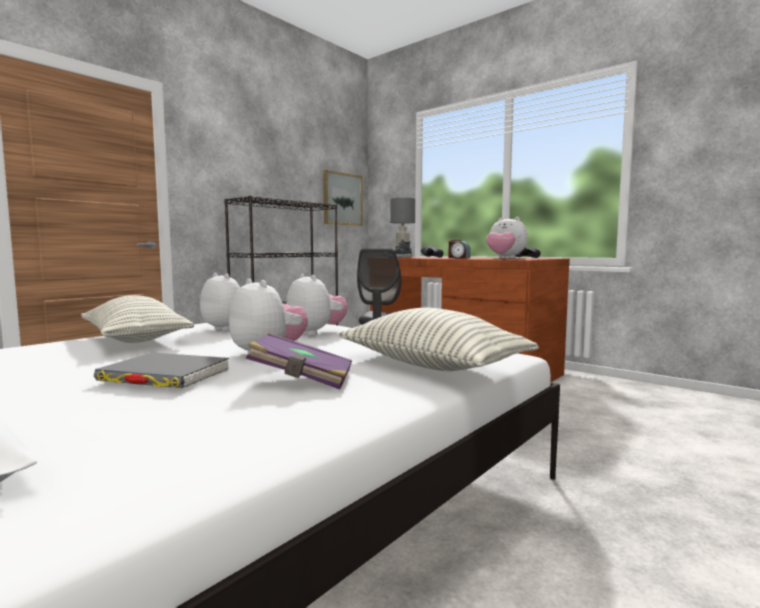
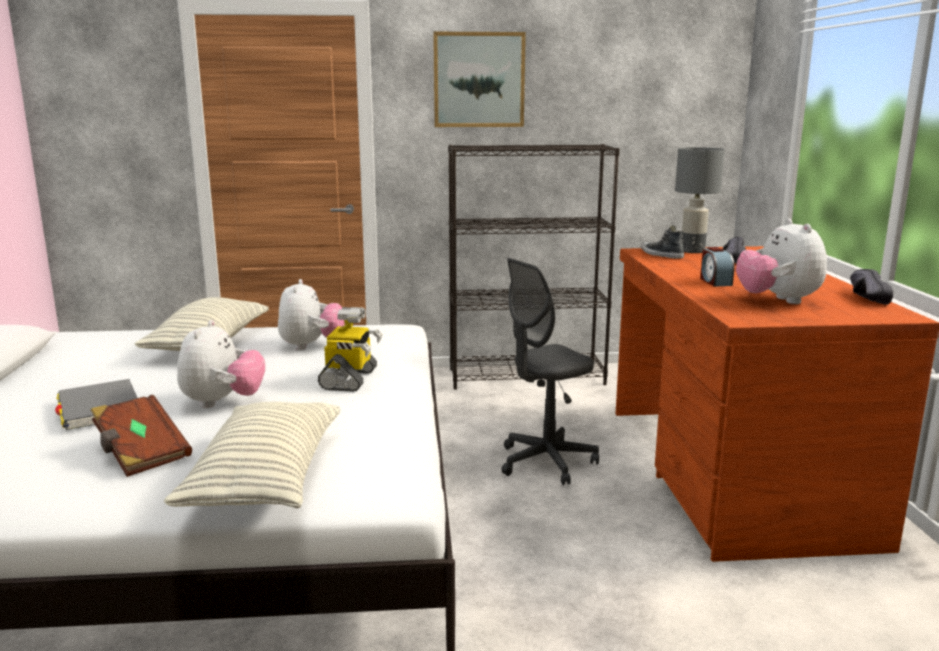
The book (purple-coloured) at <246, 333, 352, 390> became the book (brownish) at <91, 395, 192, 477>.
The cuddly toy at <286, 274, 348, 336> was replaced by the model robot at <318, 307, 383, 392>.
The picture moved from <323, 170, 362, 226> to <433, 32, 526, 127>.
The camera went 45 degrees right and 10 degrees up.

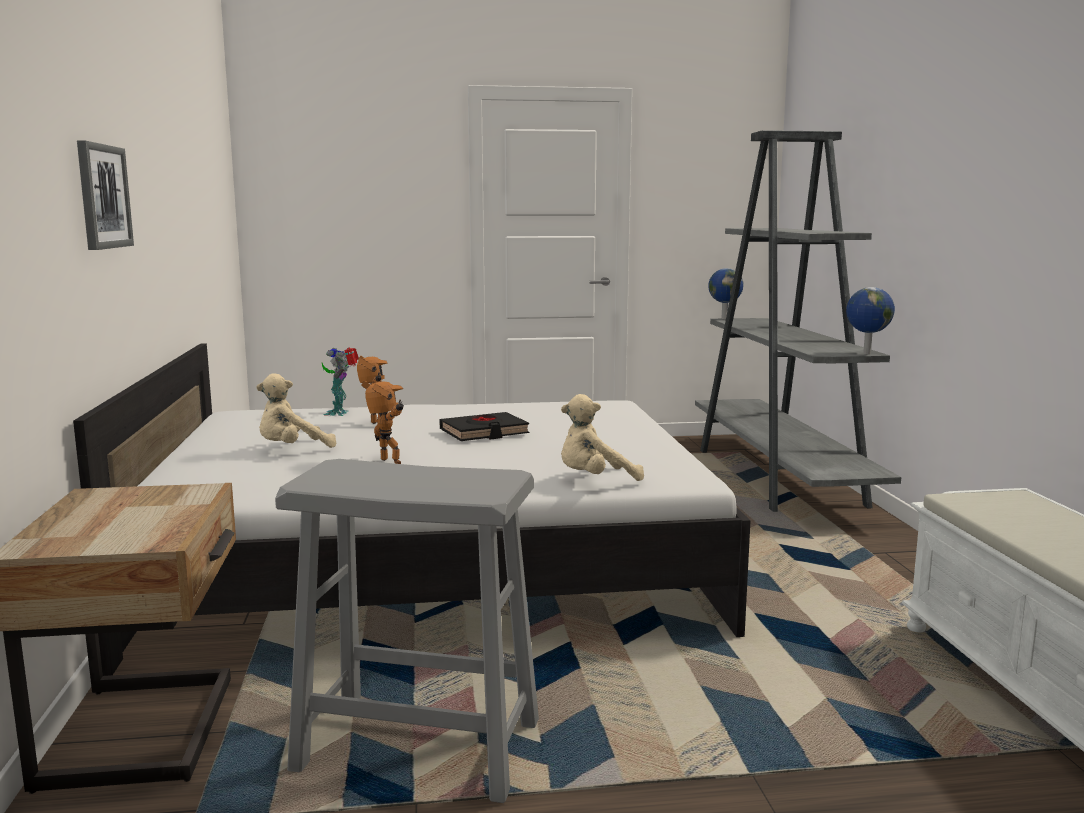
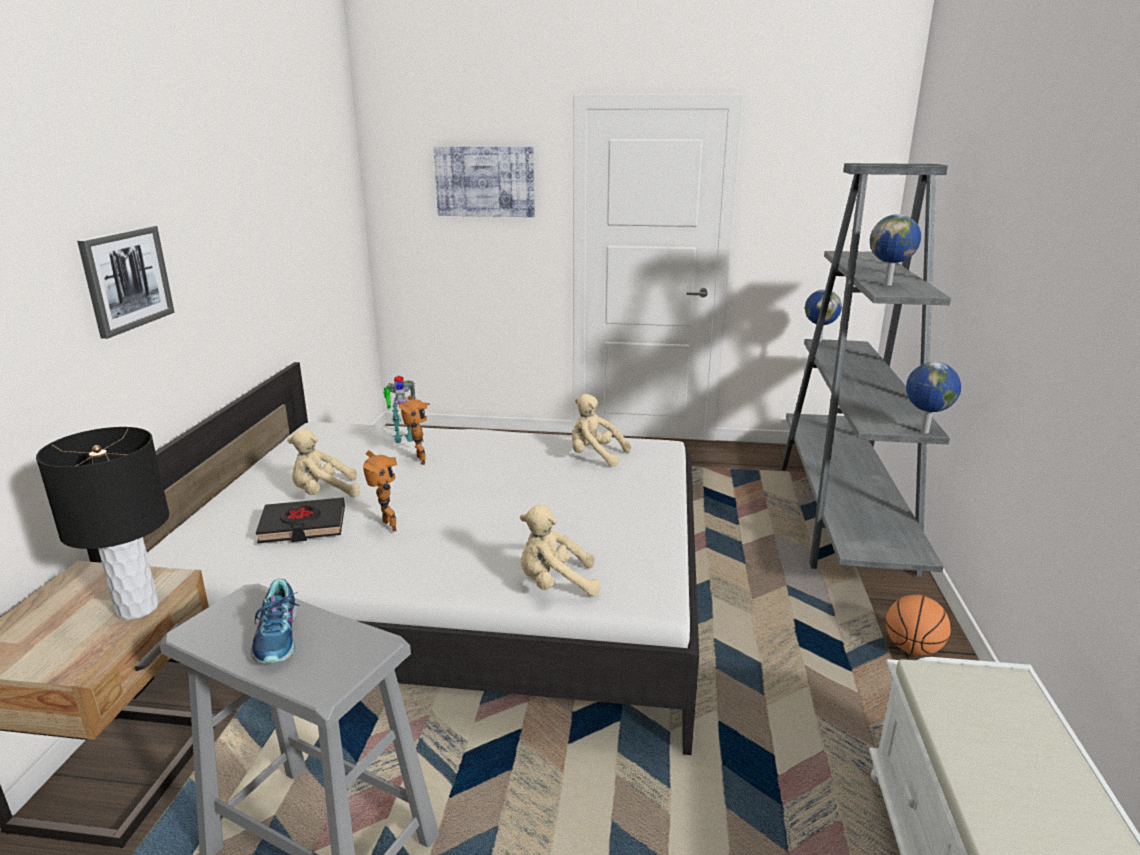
The model robot at <322, 347, 359, 416> turned 120 degrees counterclockwise.
The book (black-coloured) moved from <440, 412, 529, 441> to <256, 497, 345, 543>.
The table lamp (black-coloured) at <36, 427, 169, 620> appeared.
The item of footwear at <251, 579, 300, 664> appeared.
The picture at <433, 146, 534, 217> appeared.
The cuddly toy (beige-coloured) at <572, 394, 631, 466> appeared.
The globe at <870, 214, 921, 286> appeared.
The ball for basketball at <886, 595, 951, 656> appeared.
The camera went 15 degrees right and 10 degrees up.

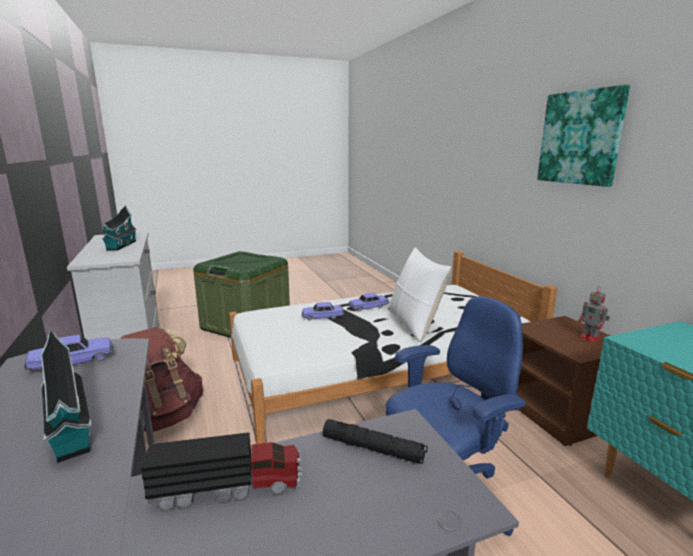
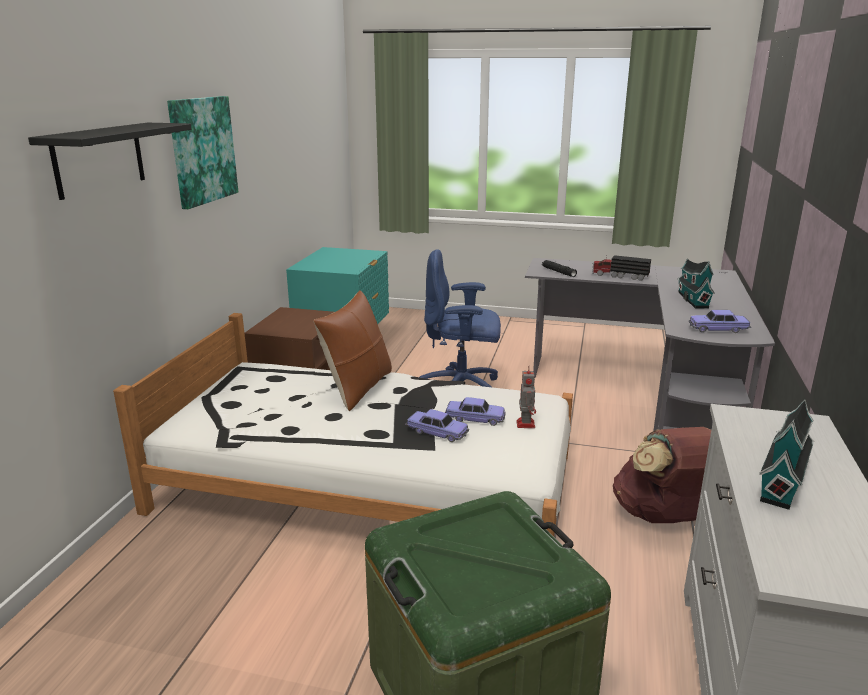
The toy car moved from <348, 293, 390, 312> to <445, 397, 506, 426>.
The pillow (whitish) at <389, 247, 452, 342> became the pillow (brownish) at <313, 290, 392, 411>.
The model robot moved from <579, 286, 610, 343> to <516, 371, 536, 428>.
The bracket shelf (black-coloured) at <28, 123, 191, 200> appeared.
The camera went 145 degrees left and 5 degrees up.

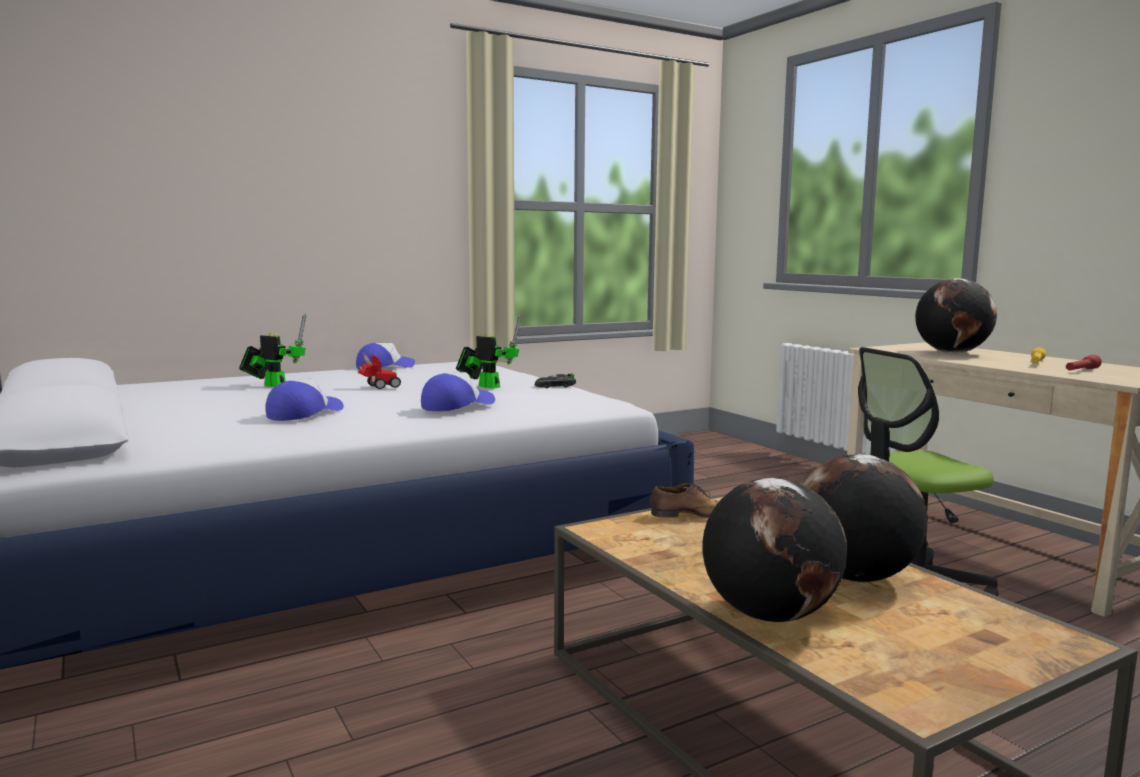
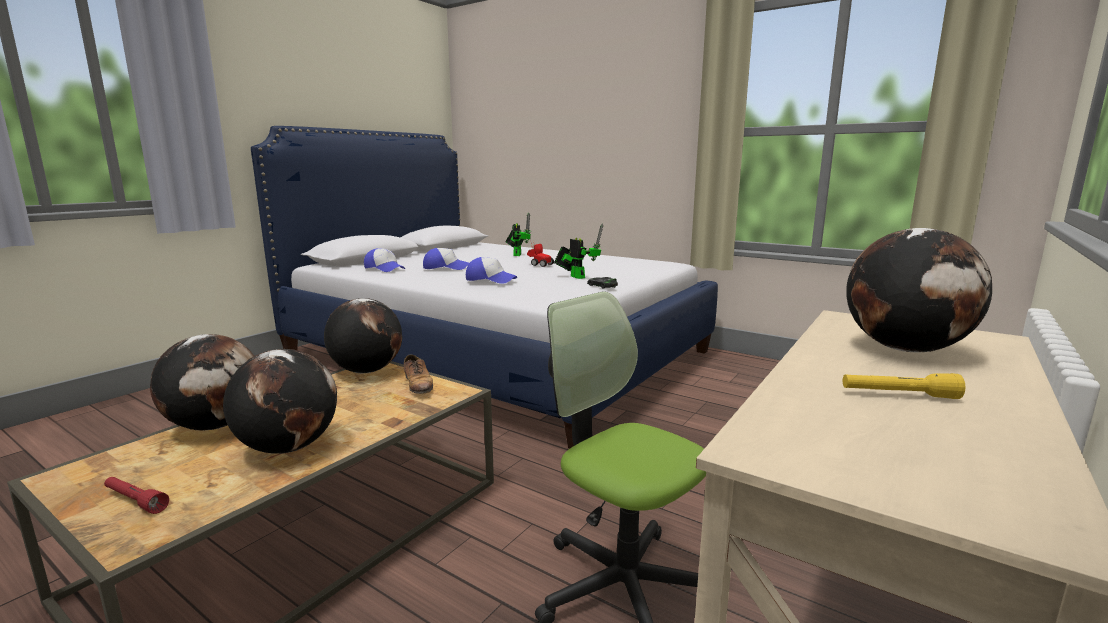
The baseball cap moved from <356, 343, 415, 369> to <364, 248, 405, 272>.
The model robot at <456, 314, 521, 389> turned 45 degrees counterclockwise.
The flashlight (red) moved from <1066, 355, 1102, 370> to <104, 477, 169, 514>.
The globe at <324, 298, 402, 373> appeared.
The camera went 65 degrees right and 5 degrees up.

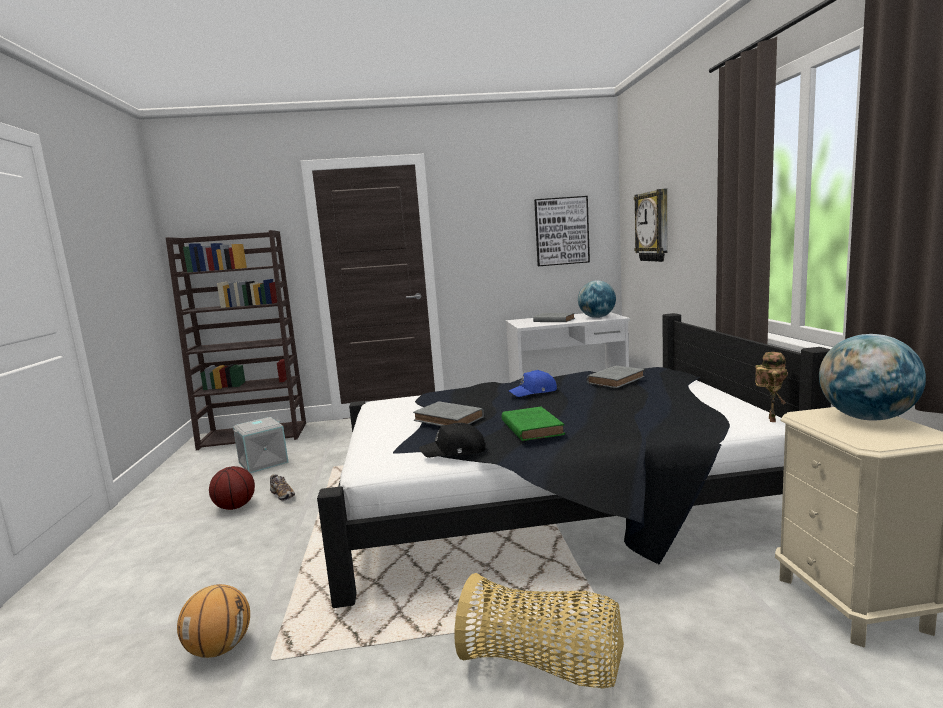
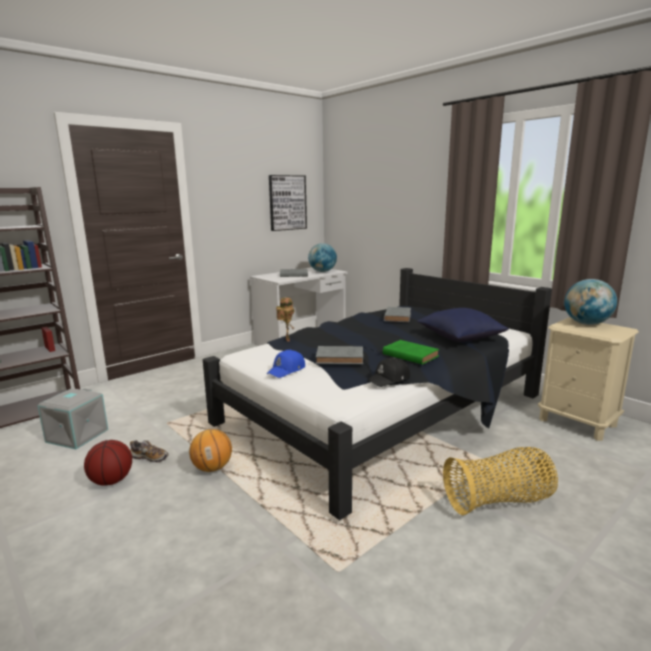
The ball for basketball moved from <177, 584, 250, 658> to <189, 429, 232, 472>.
The baseball cap (blue) moved from <509, 370, 557, 397> to <267, 350, 305, 378>.
The wall clock at <634, 188, 668, 262> disappeared.
The model robot moved from <755, 352, 788, 422> to <276, 297, 294, 342>.
The pillow (blue) at <417, 308, 509, 342> appeared.
The camera went 35 degrees left and 5 degrees up.

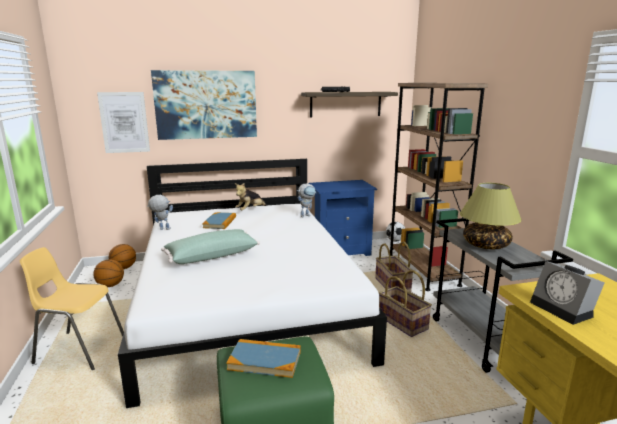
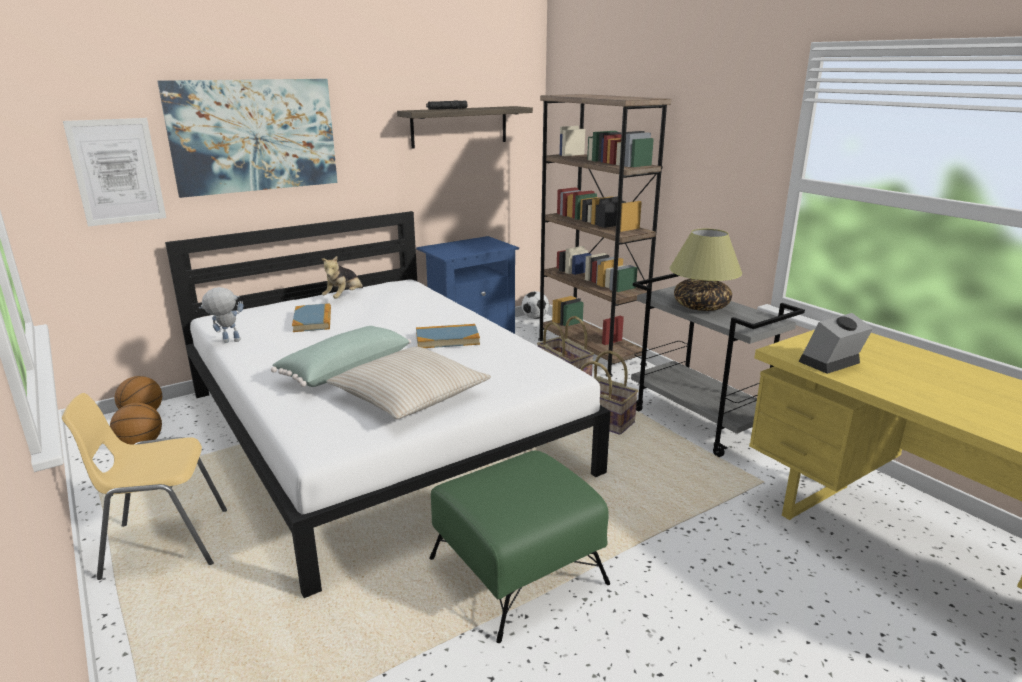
The book moved from <226, 339, 301, 378> to <416, 324, 480, 348>.
The model robot at <297, 183, 316, 217> disappeared.
The table clock at <530, 261, 604, 325> turned 105 degrees clockwise.
The pillow (beige-coloured) at <327, 347, 491, 419> appeared.
The camera went 20 degrees left and 5 degrees up.

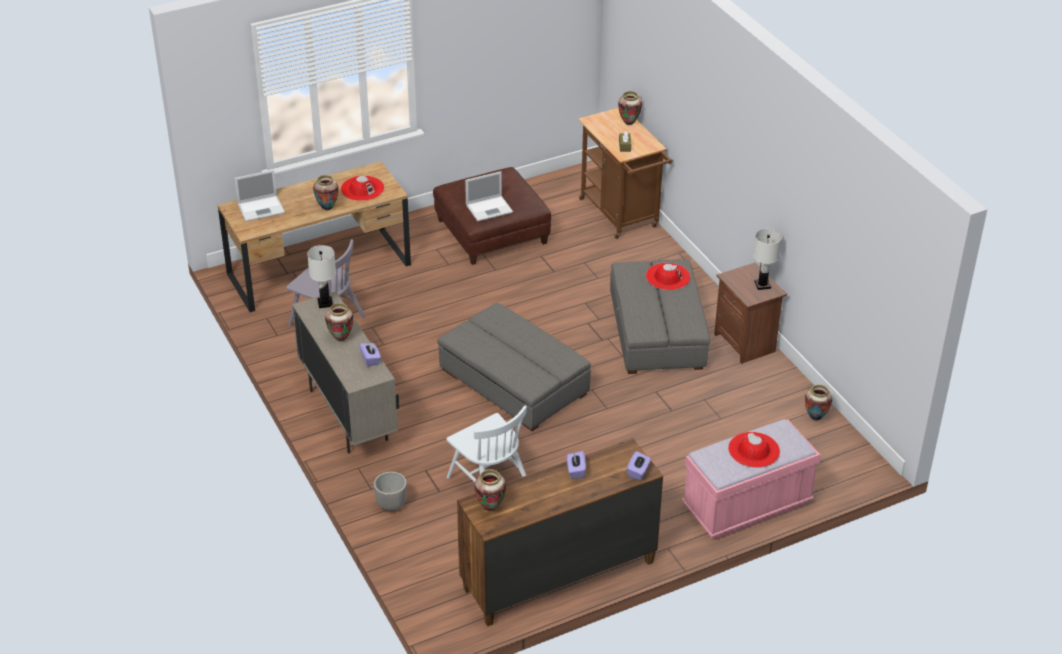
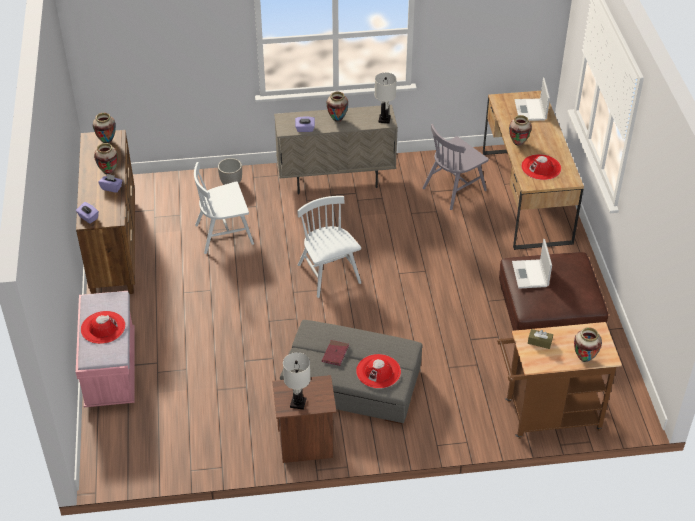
The footrest (grey) at <437, 303, 591, 431> was replaced by the plain chair (whitish) at <297, 196, 361, 298>.
The flower vase moved from <805, 384, 832, 421> to <94, 143, 118, 175>.
The book (red) at <322, 340, 349, 366> appeared.
The camera went 110 degrees right and 5 degrees up.

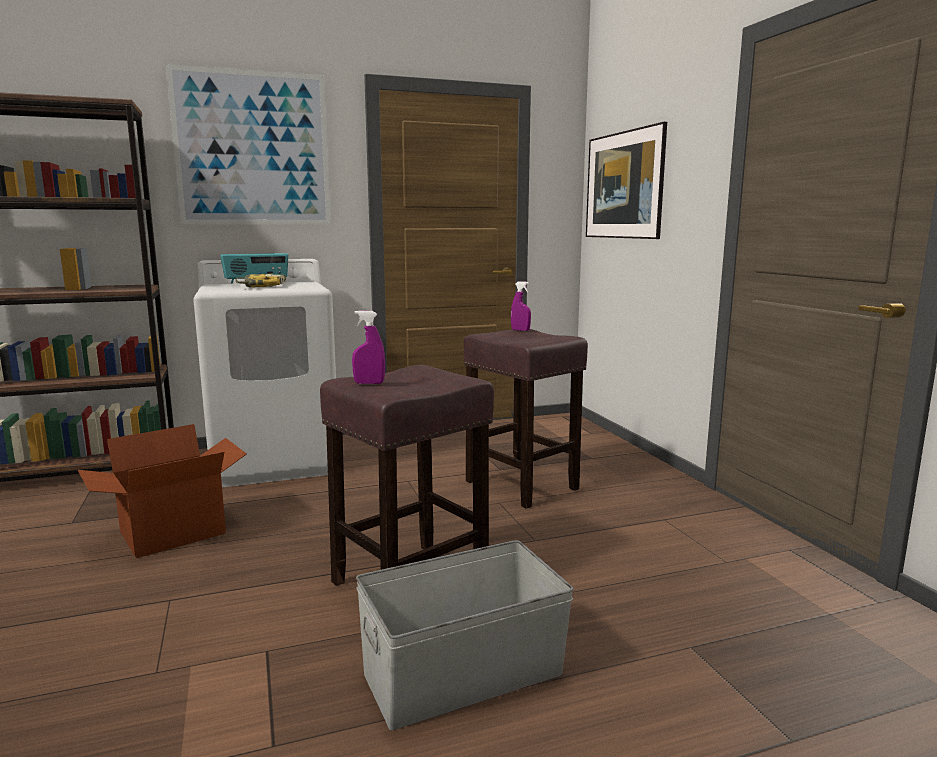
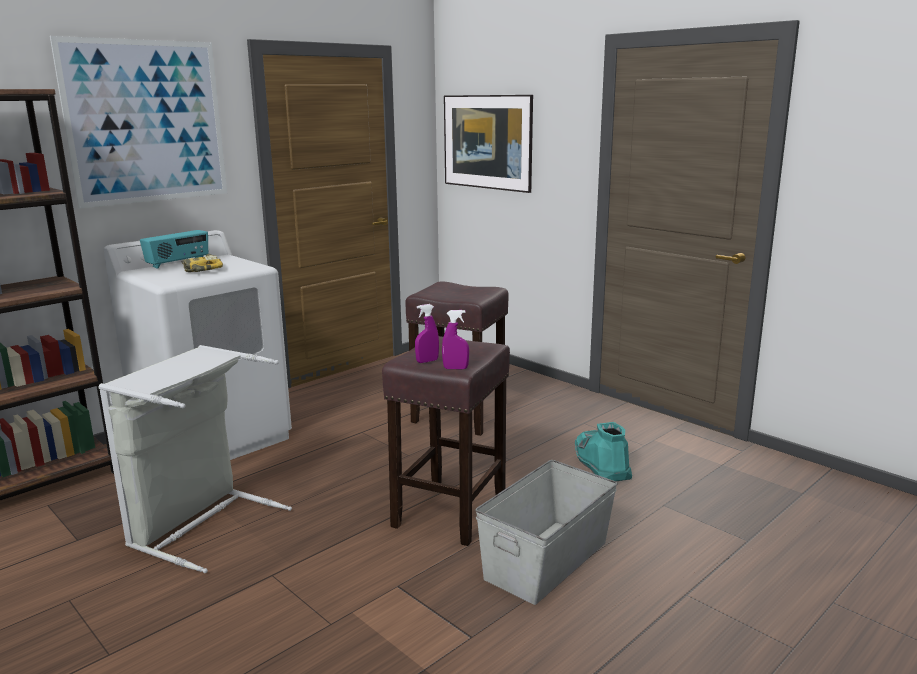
The packing box at <78, 424, 247, 558> was replaced by the washing basket (grey) at <98, 345, 292, 573>.
The hand sprayer (purple-coloured) moved from <511, 282, 531, 331> to <442, 310, 469, 370>.
The high-top boot (turquoise) at <575, 422, 632, 481> appeared.
The camera went 25 degrees left and 5 degrees up.

